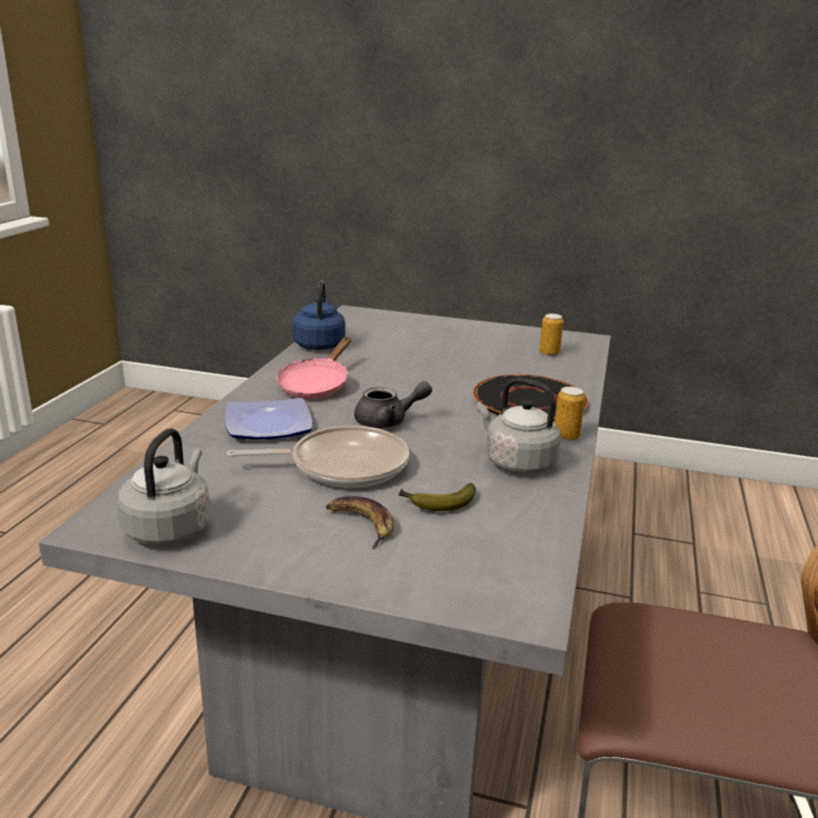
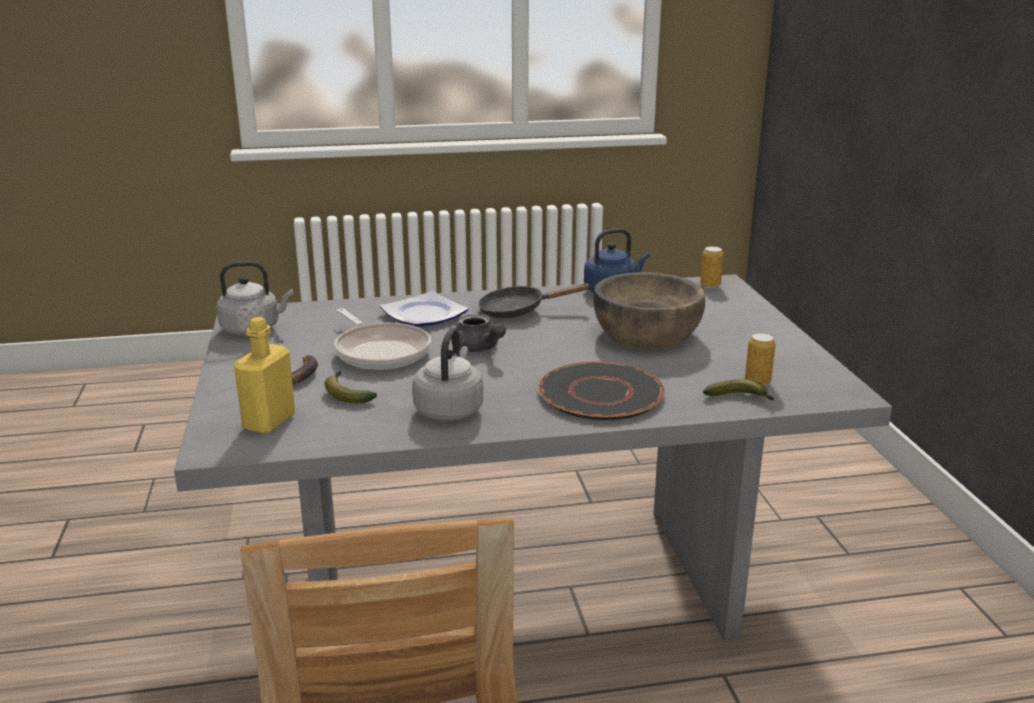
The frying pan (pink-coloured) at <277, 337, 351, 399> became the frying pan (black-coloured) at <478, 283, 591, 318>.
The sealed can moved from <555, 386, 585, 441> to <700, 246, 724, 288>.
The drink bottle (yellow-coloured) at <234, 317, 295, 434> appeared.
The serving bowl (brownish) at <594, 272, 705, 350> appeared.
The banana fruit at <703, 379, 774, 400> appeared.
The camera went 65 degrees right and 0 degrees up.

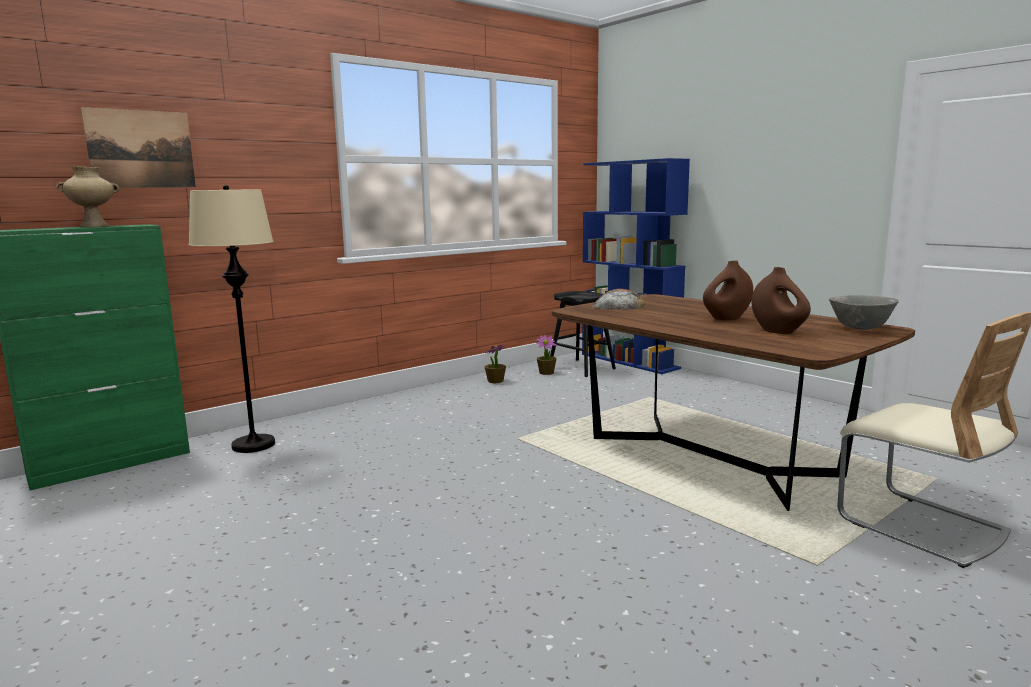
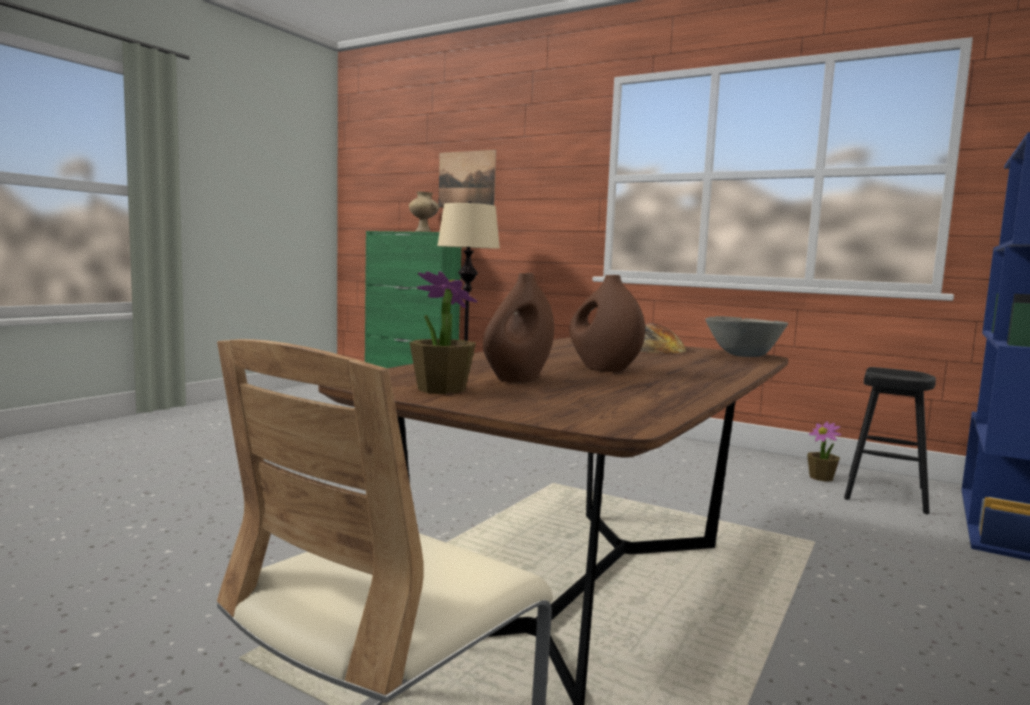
The potted plant moved from <484, 344, 506, 383> to <410, 271, 477, 394>.
The serving bowl (grey) moved from <829, 295, 899, 330> to <705, 316, 788, 357>.
The camera went 70 degrees right and 5 degrees down.

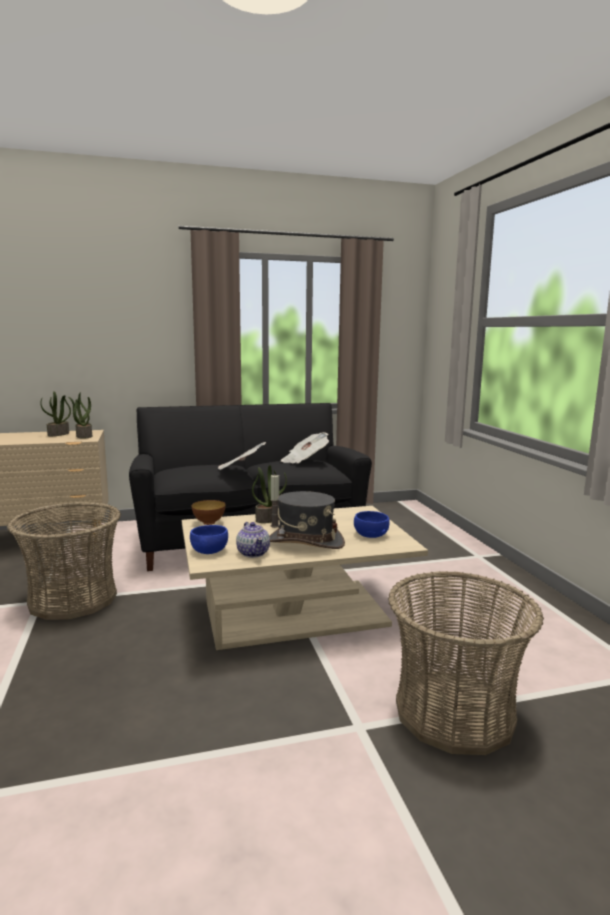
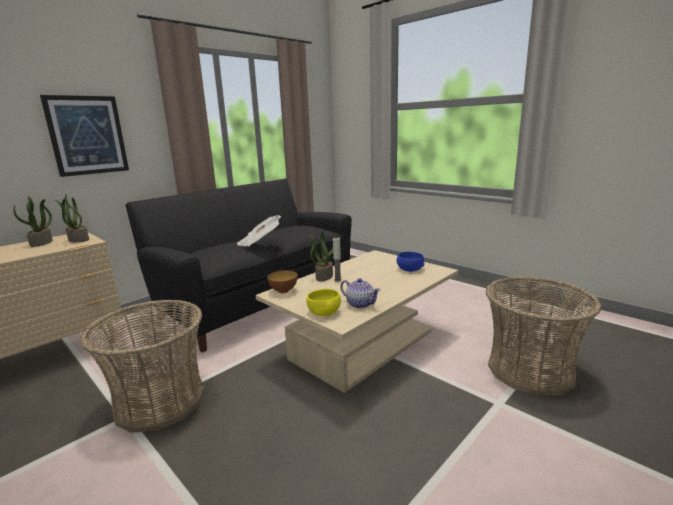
The serving bowl (blue) at <190, 525, 228, 554> became the serving bowl (yellow-coloured) at <306, 289, 341, 316>.
The wearable hat (grey) at <269, 491, 345, 549> disappeared.
The newspaper at <281, 432, 329, 463> disappeared.
The picture at <40, 95, 129, 177> appeared.
The camera went 30 degrees left and 5 degrees up.

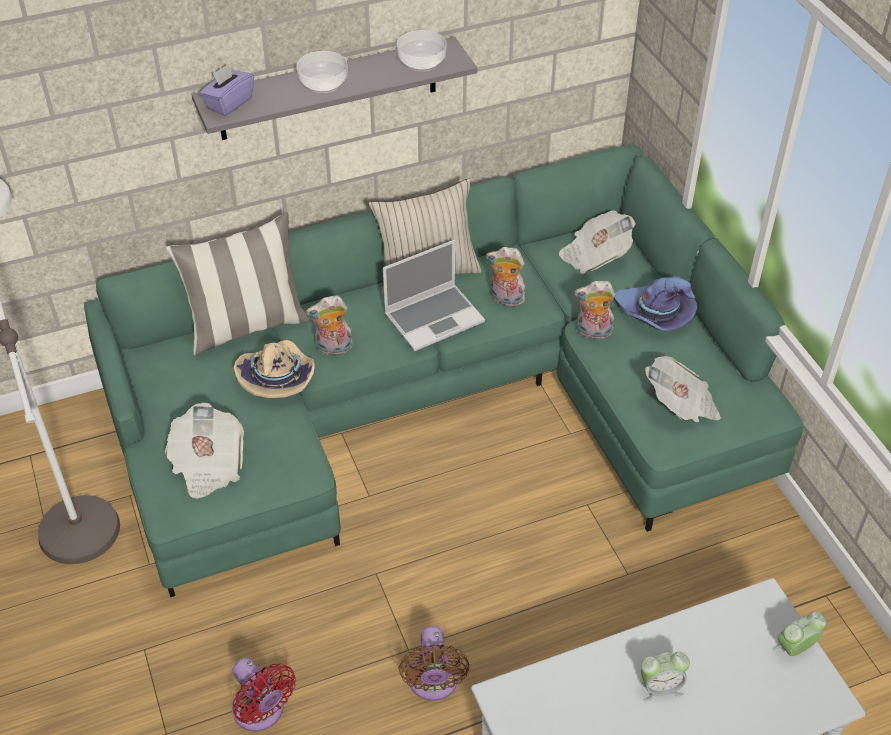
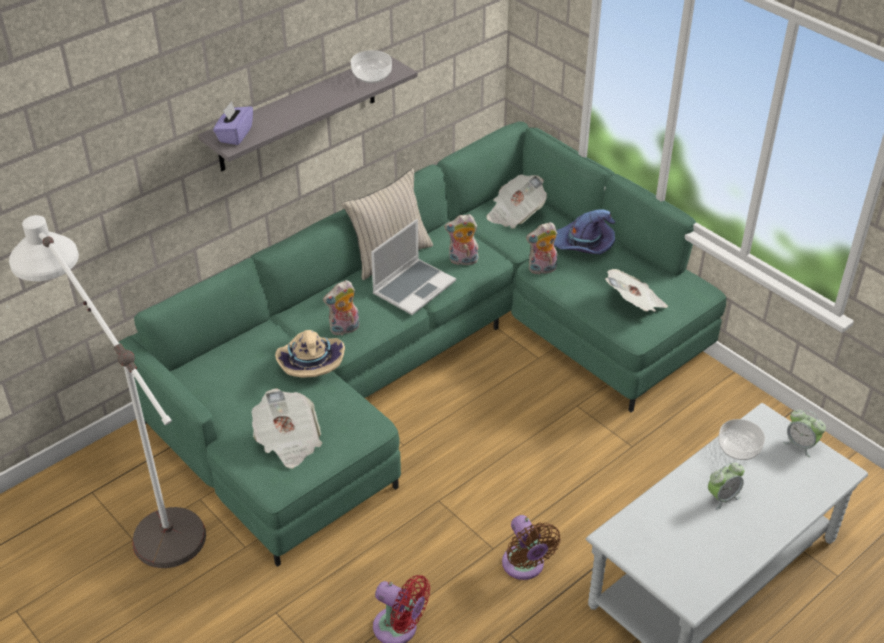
The pillow at <166, 212, 310, 356> disappeared.
The serving bowl moved from <296, 51, 348, 93> to <718, 419, 765, 460>.
The table clock at <772, 612, 826, 656> turned 90 degrees counterclockwise.
The camera went 20 degrees left and 5 degrees down.

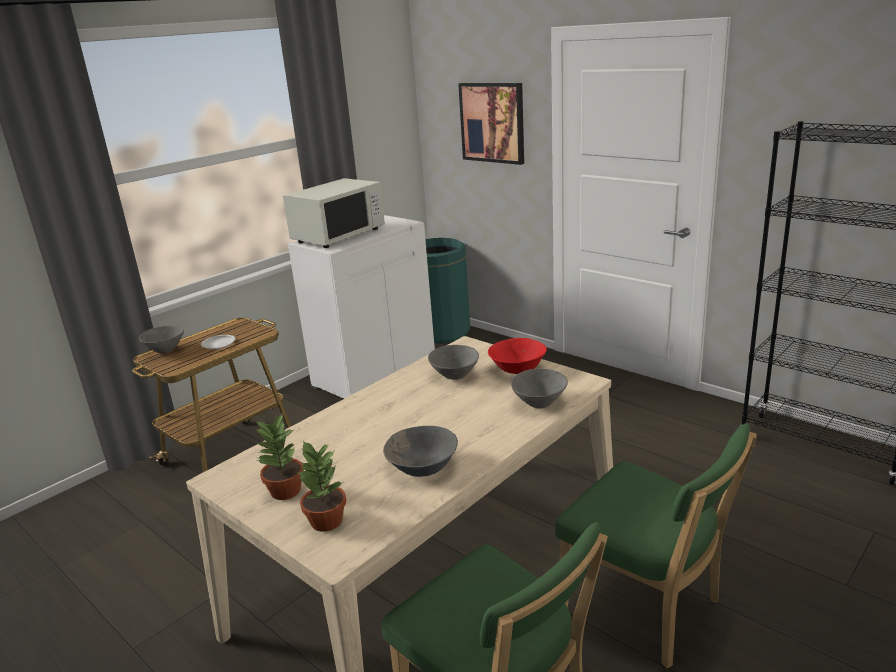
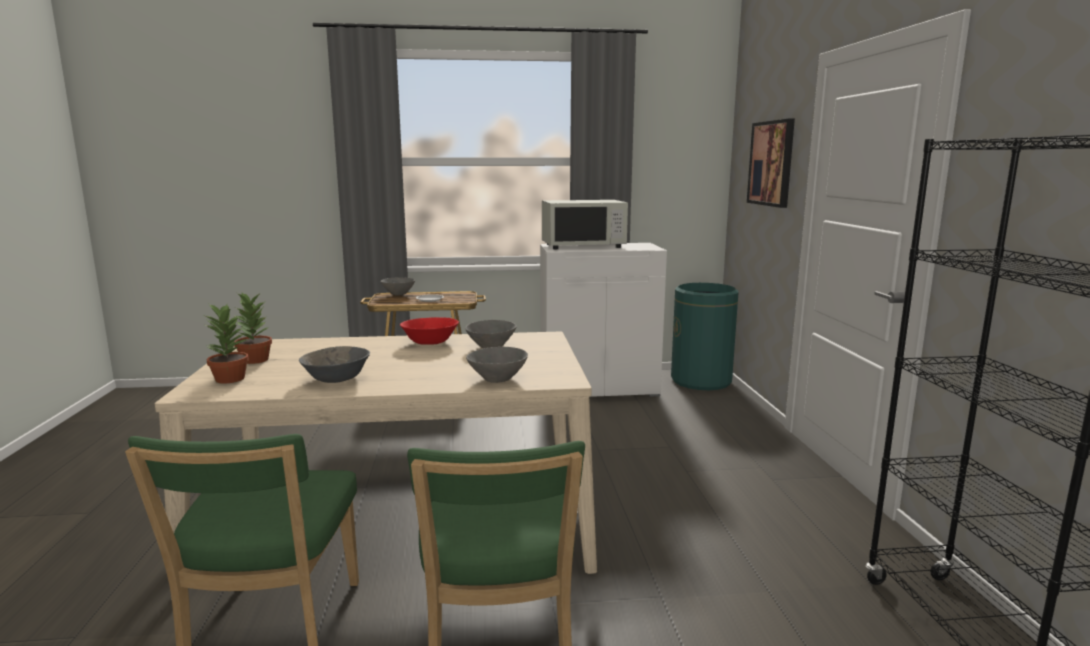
The serving bowl (red) moved from <488, 338, 547, 374> to <400, 317, 459, 345>.
The camera went 40 degrees right and 10 degrees down.

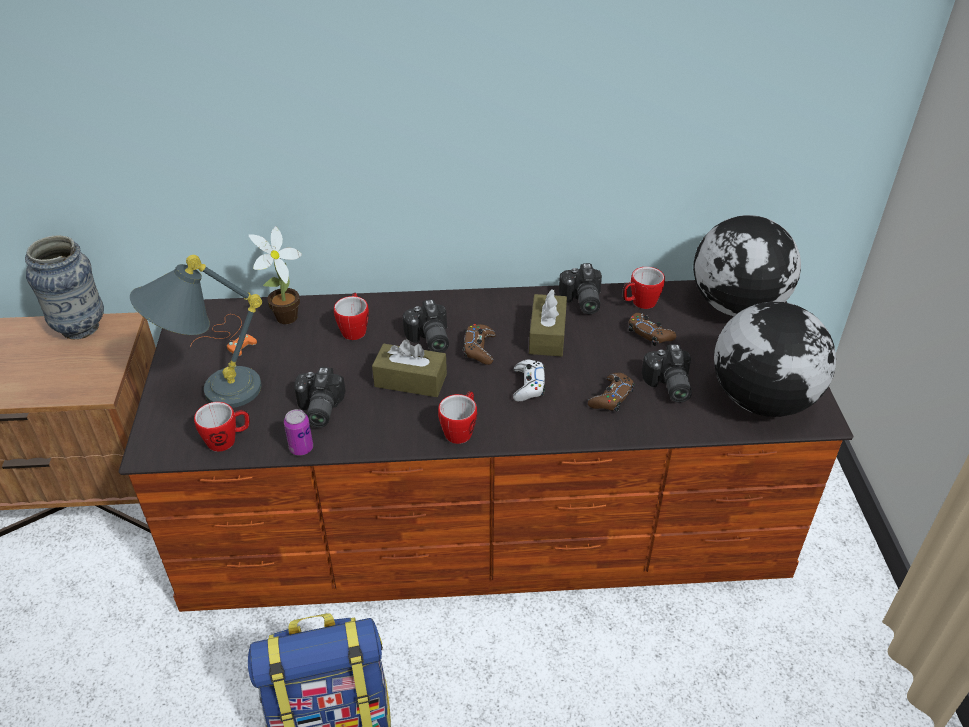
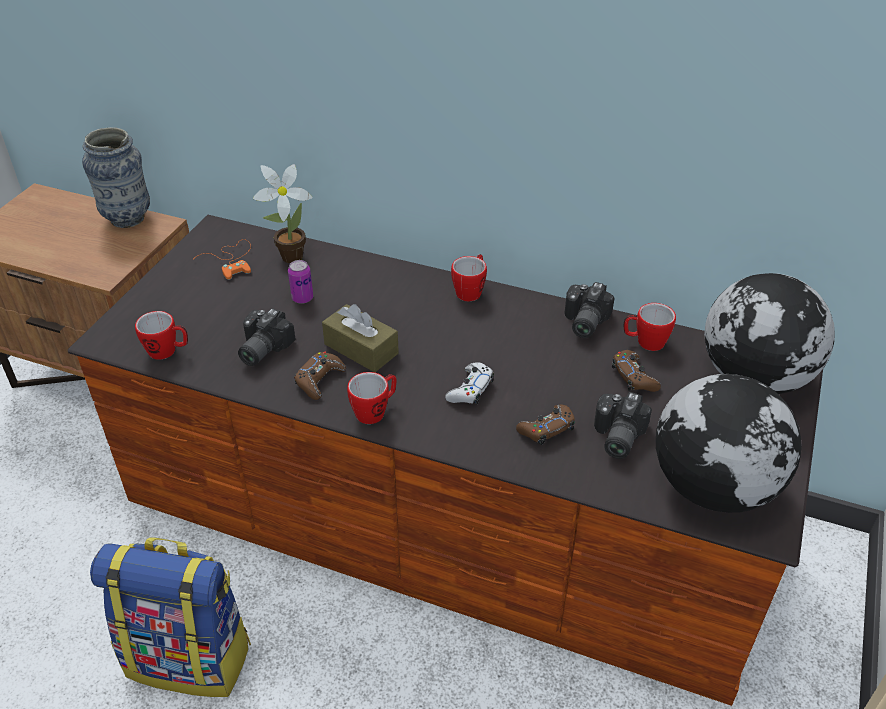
The table lamp (grey) at <130, 255, 262, 408> disappeared.
The sealed can moved from <284, 409, 313, 456> to <288, 260, 313, 304>.
The mug moved from <334, 292, 369, 340> to <451, 254, 487, 301>.
The still camera at <403, 299, 449, 353> disappeared.
The gamepad (brownish) moved from <463, 324, 496, 365> to <294, 351, 346, 400>.
The tissue holder (brownish) at <529, 289, 567, 356> disappeared.
The camera went 25 degrees right and 0 degrees up.

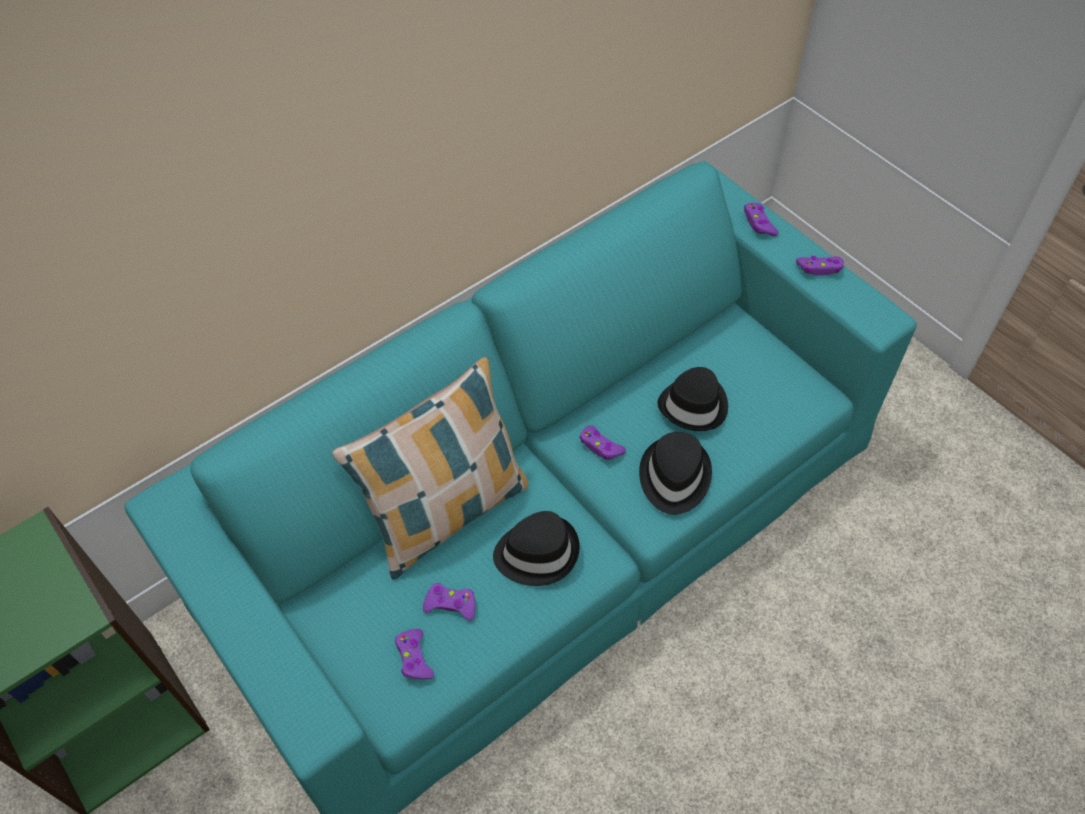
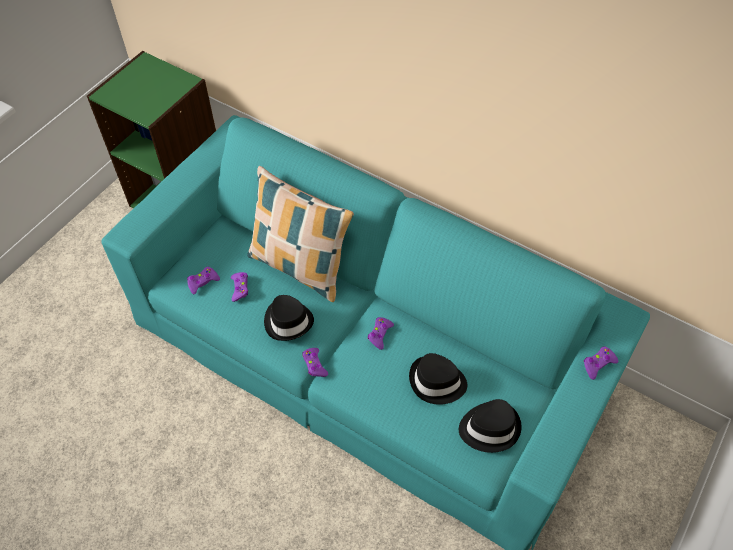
The wearable hat (black-coloured) moved from <639, 432, 712, 515> to <459, 399, 522, 453>.
The gamepad (purple-coloured) moved from <796, 256, 844, 276> to <302, 348, 328, 377>.
The camera went 70 degrees right and 0 degrees up.

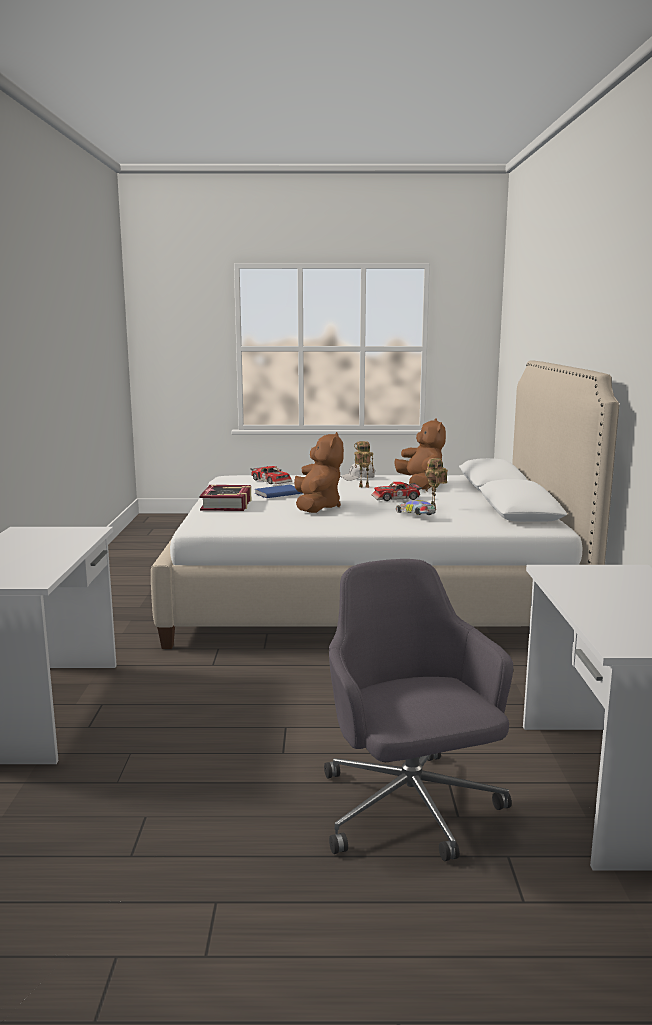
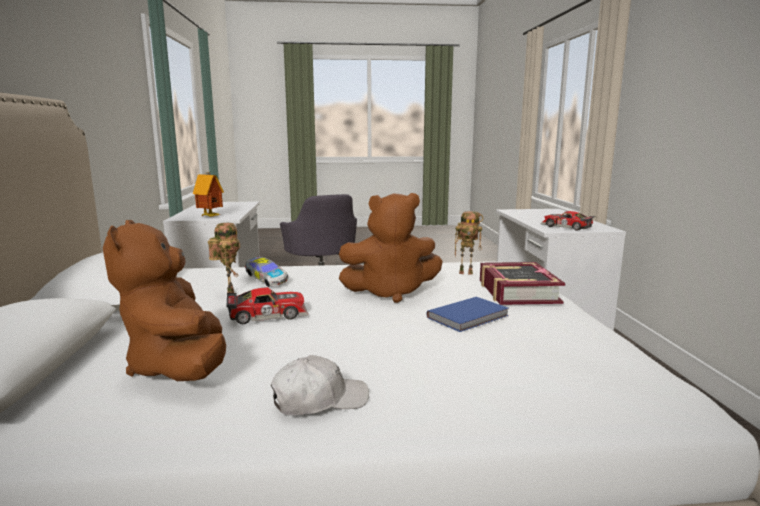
The toy car moved from <250, 466, 292, 484> to <540, 211, 596, 231>.
The cuddly toy (brownish) at <294, 432, 344, 513> turned 90 degrees counterclockwise.
The model robot moved from <354, 441, 374, 488> to <455, 211, 483, 275>.
The model house at <193, 172, 224, 217> appeared.
The camera went 175 degrees right and 0 degrees up.

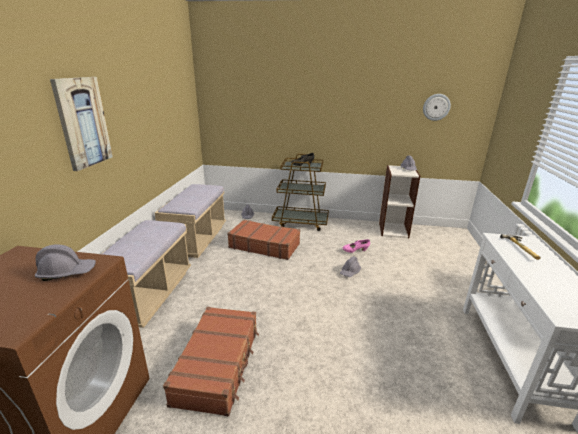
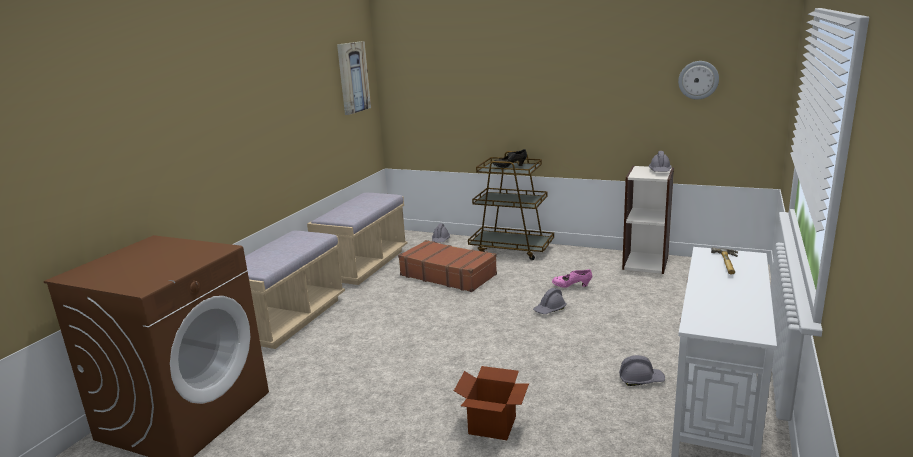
The work helmet (grey) moved from <35, 244, 96, 281> to <619, 355, 665, 386>.
The picture moved from <50, 77, 113, 171> to <337, 41, 371, 115>.
The suitcase (brownish) at <163, 307, 259, 416> disappeared.
The packing box at <454, 366, 529, 440> appeared.
The camera went 15 degrees right and 5 degrees down.

